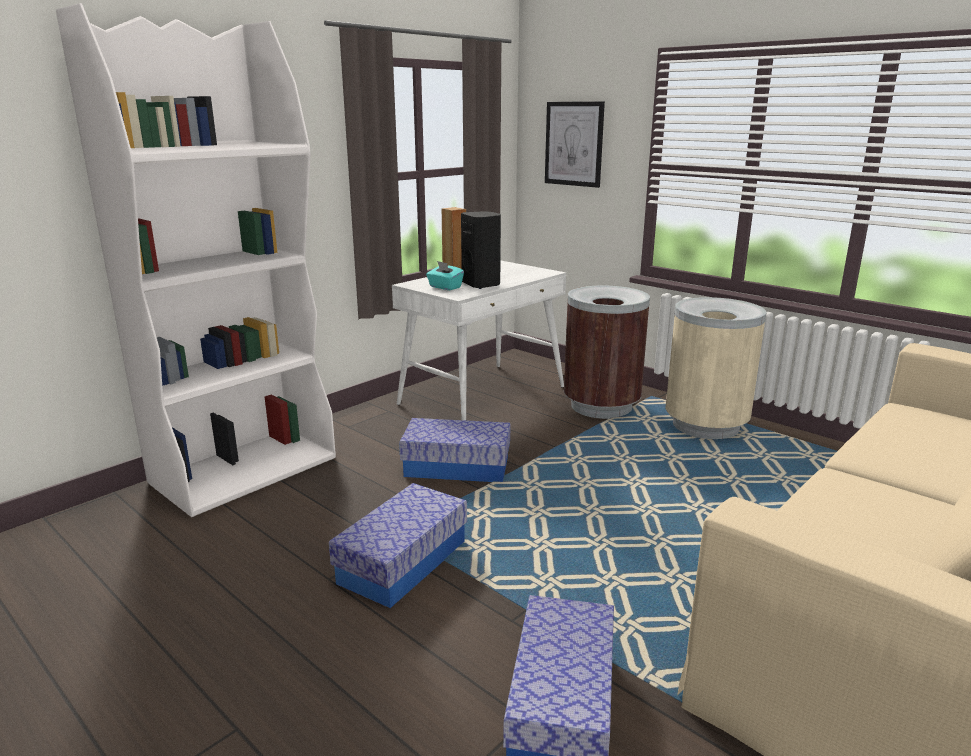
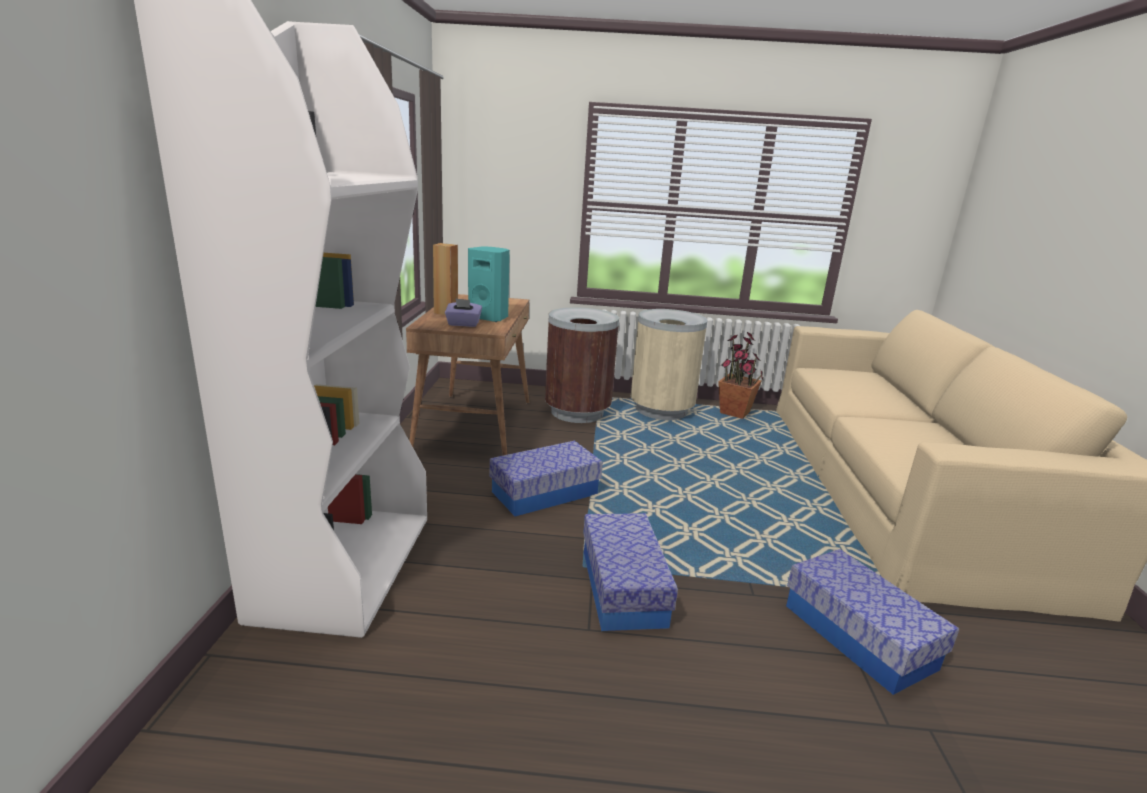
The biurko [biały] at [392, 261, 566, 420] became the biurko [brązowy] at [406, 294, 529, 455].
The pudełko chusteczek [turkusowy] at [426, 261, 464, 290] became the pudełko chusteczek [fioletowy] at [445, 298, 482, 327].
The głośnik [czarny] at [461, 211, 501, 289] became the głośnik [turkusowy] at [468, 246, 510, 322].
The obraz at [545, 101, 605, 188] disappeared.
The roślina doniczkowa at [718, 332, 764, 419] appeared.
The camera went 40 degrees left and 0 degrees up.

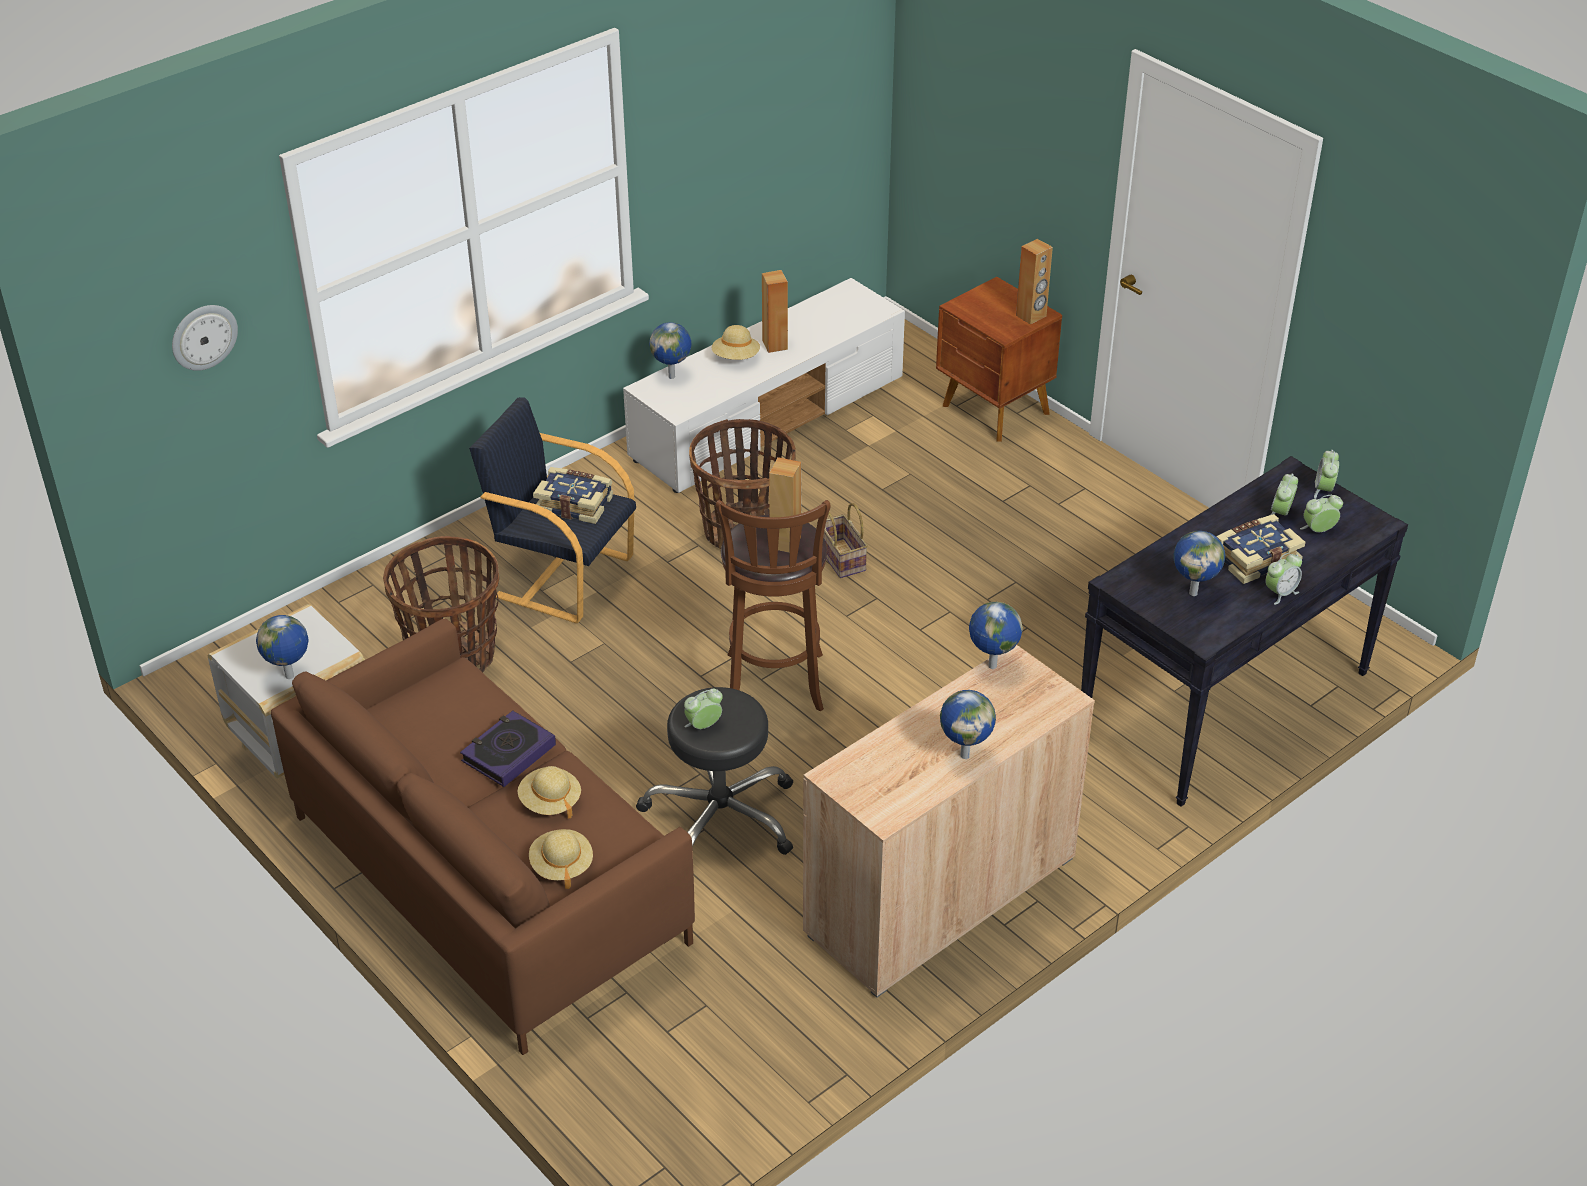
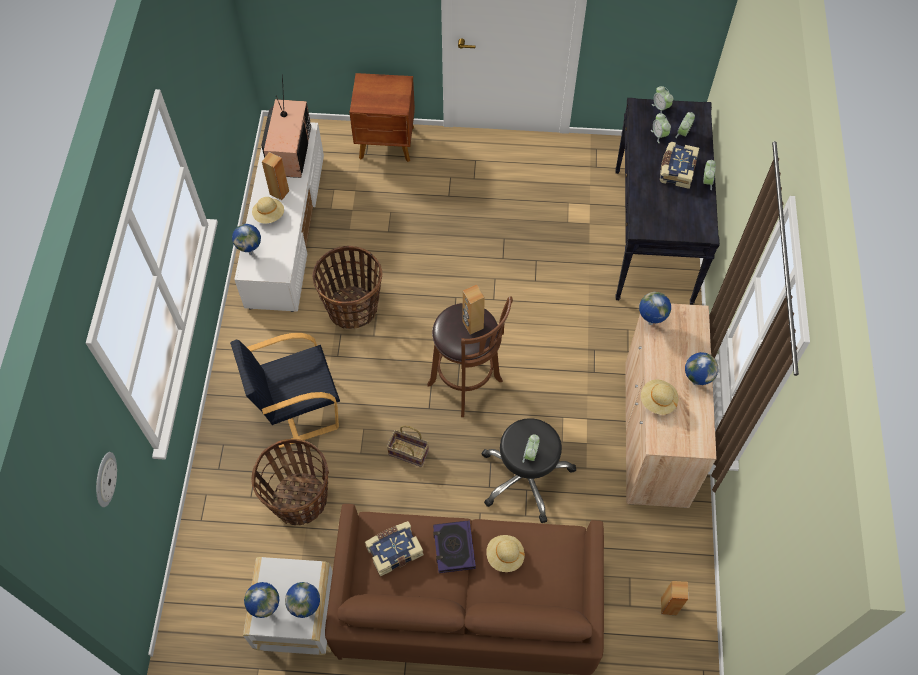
The kapelusz [beżowy] moved from [529, 829, 593, 889] to [641, 380, 679, 415].
The książka moved from [533, 467, 613, 524] to [365, 521, 424, 577].
The koszyk moved from [817, 503, 868, 578] to [387, 425, 429, 467].
The głośnik [brązowy] moved from [1016, 239, 1053, 324] to [661, 581, 688, 616].
The globus moved from [1173, 531, 1225, 596] to [244, 582, 279, 618].
The telewizor at [261, 74, 311, 178] appeared.
The camera went 45 degrees left and 20 degrees up.

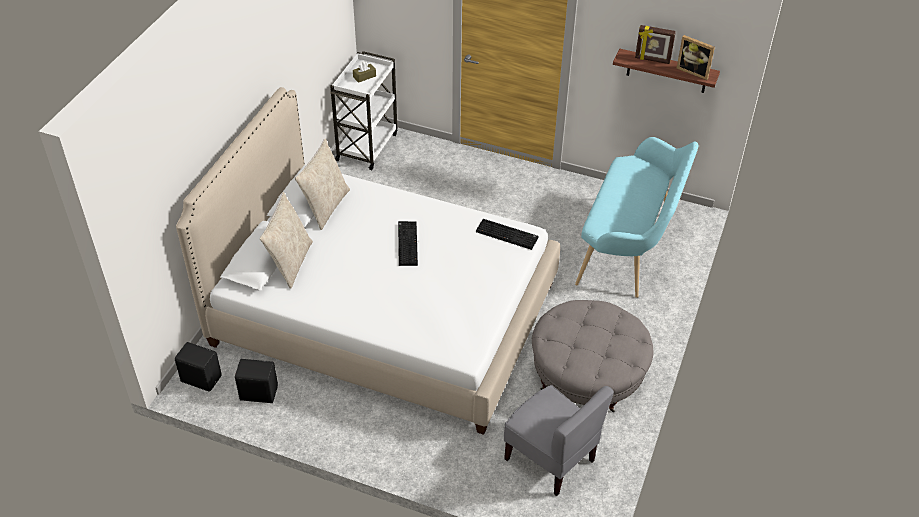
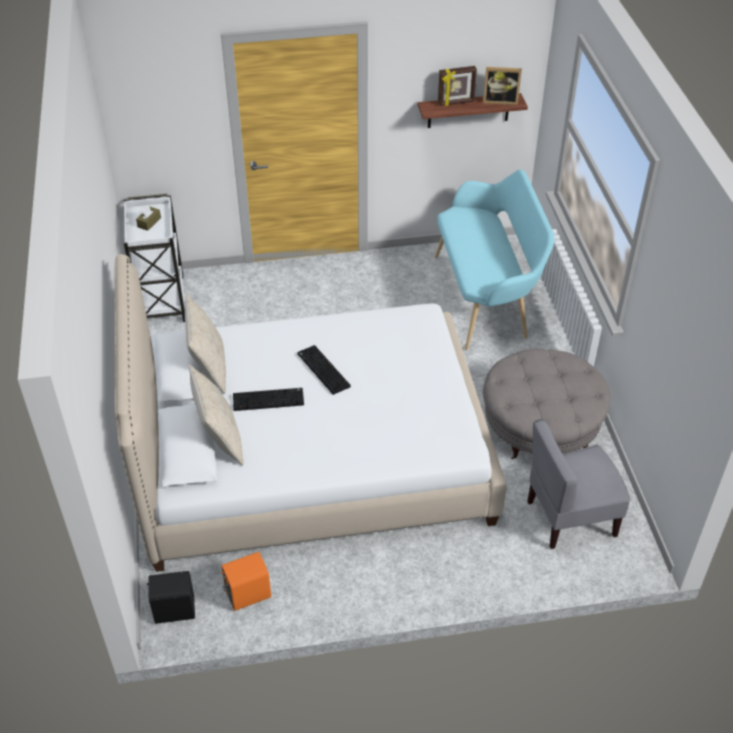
The głośnik [czarny] at [235, 359, 278, 403] became the głośnik [pomarańczowy] at [221, 552, 271, 611].
The klawiatura moved from [476, 219, 539, 250] to [233, 388, 304, 411].
The krzesło [szary] at [504, 385, 614, 496] turned 150 degrees clockwise.
The camera went 30 degrees left and 0 degrees up.

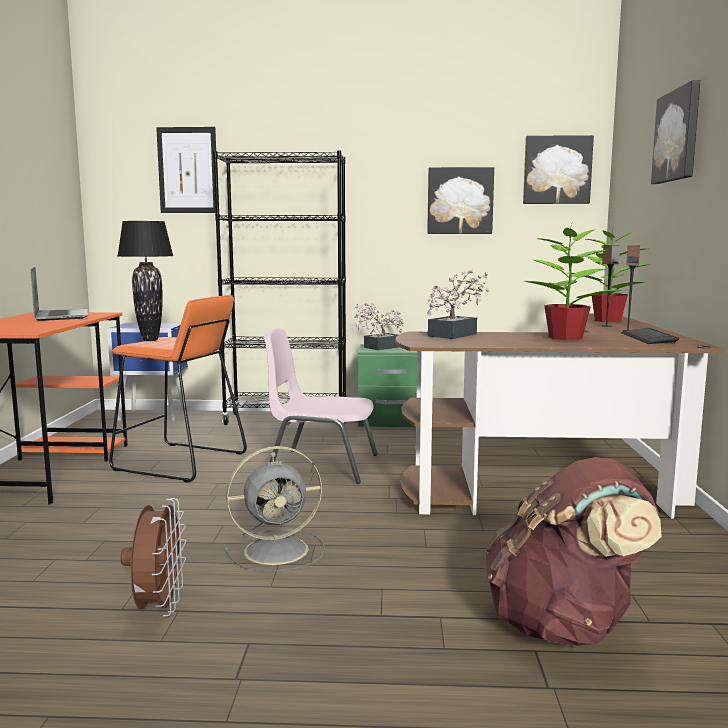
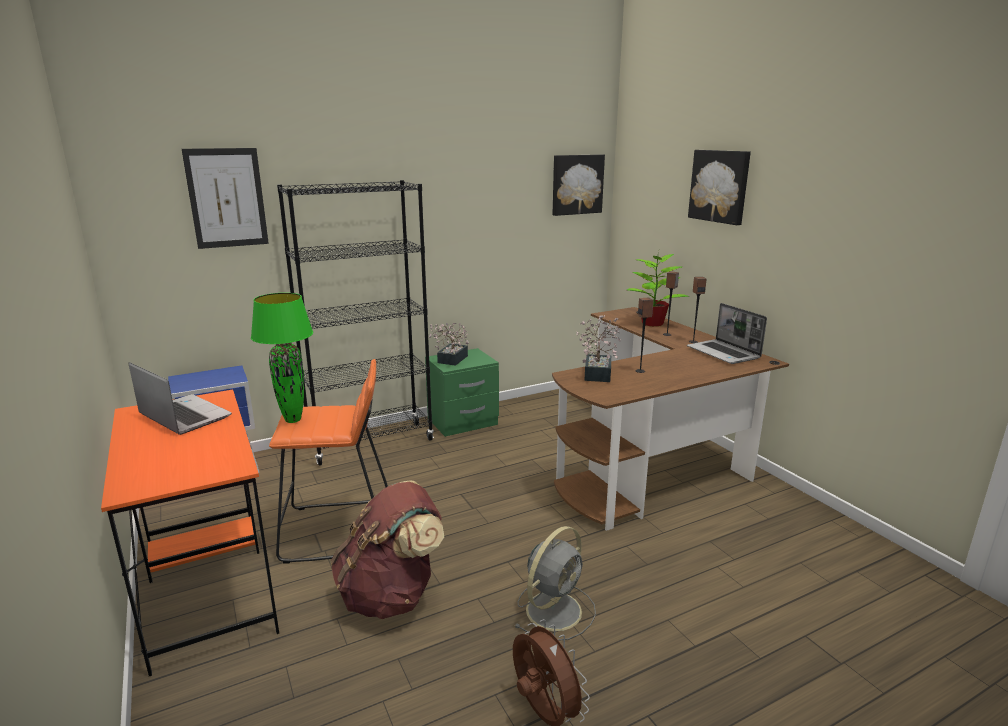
The lampa stołowa [czarny] at [118, 221, 173, 341] became the lampa stołowa [zielony] at [251, 293, 313, 423].
The krzesło [różowy] at [264, 328, 378, 484] disappeared.
The obraz at [427, 167, 494, 234] disappeared.
The plecak [brązowy] moved from [485, 457, 662, 646] to [331, 481, 444, 619].
The roślina doniczkowa at [524, 224, 622, 340] disappeared.
The klawiatura at [621, 328, 679, 344] was replaced by the laptop at [687, 303, 767, 364].
The głośnik at [635, 298, 653, 373] appeared.
The camera went 30 degrees left and 10 degrees up.

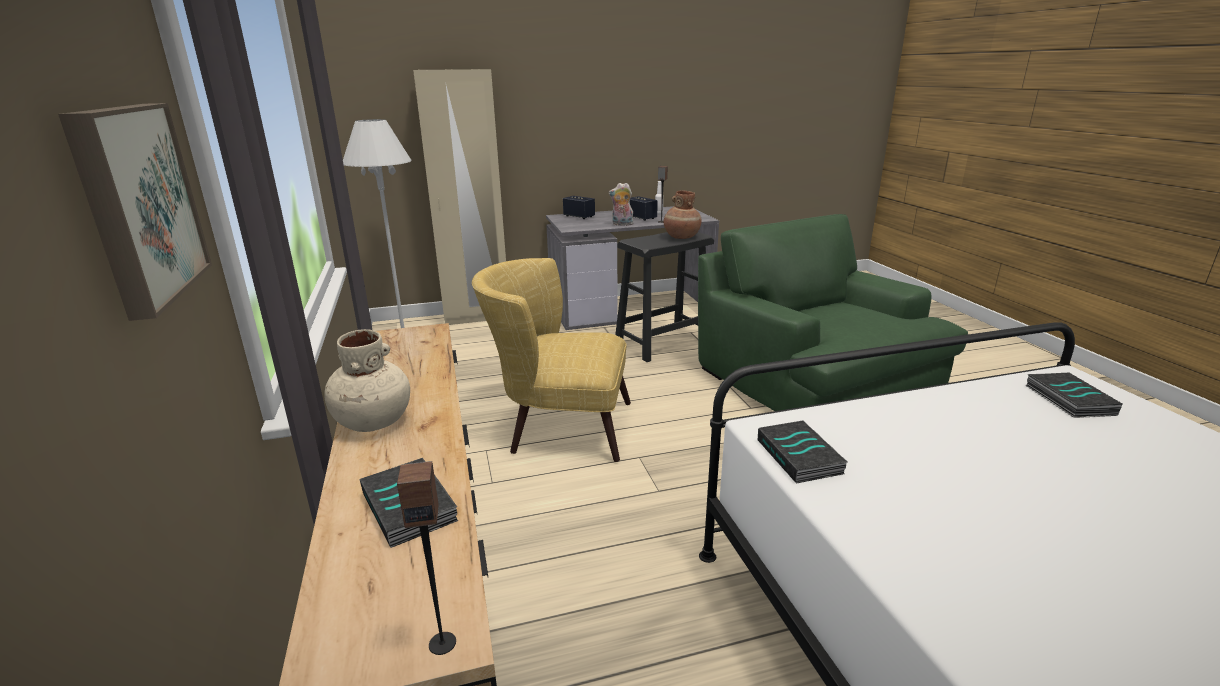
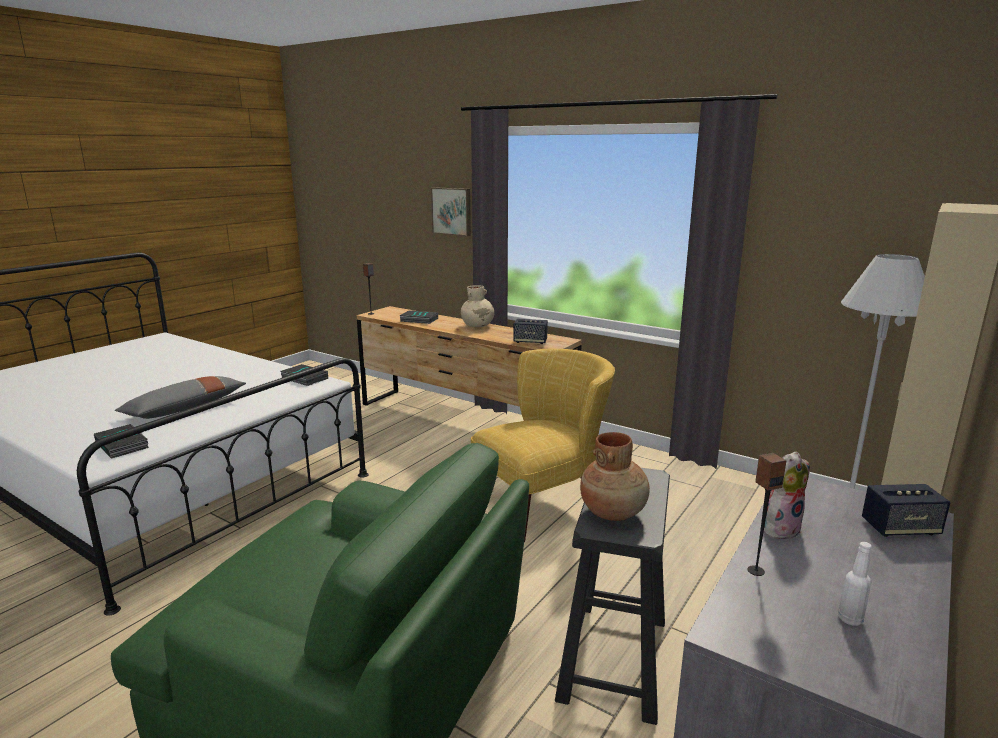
The głośnik moved from [630, 196, 658, 221] to [513, 319, 548, 344].
The poduszka [szary] at [115, 376, 246, 419] appeared.
The camera went 140 degrees right and 5 degrees down.

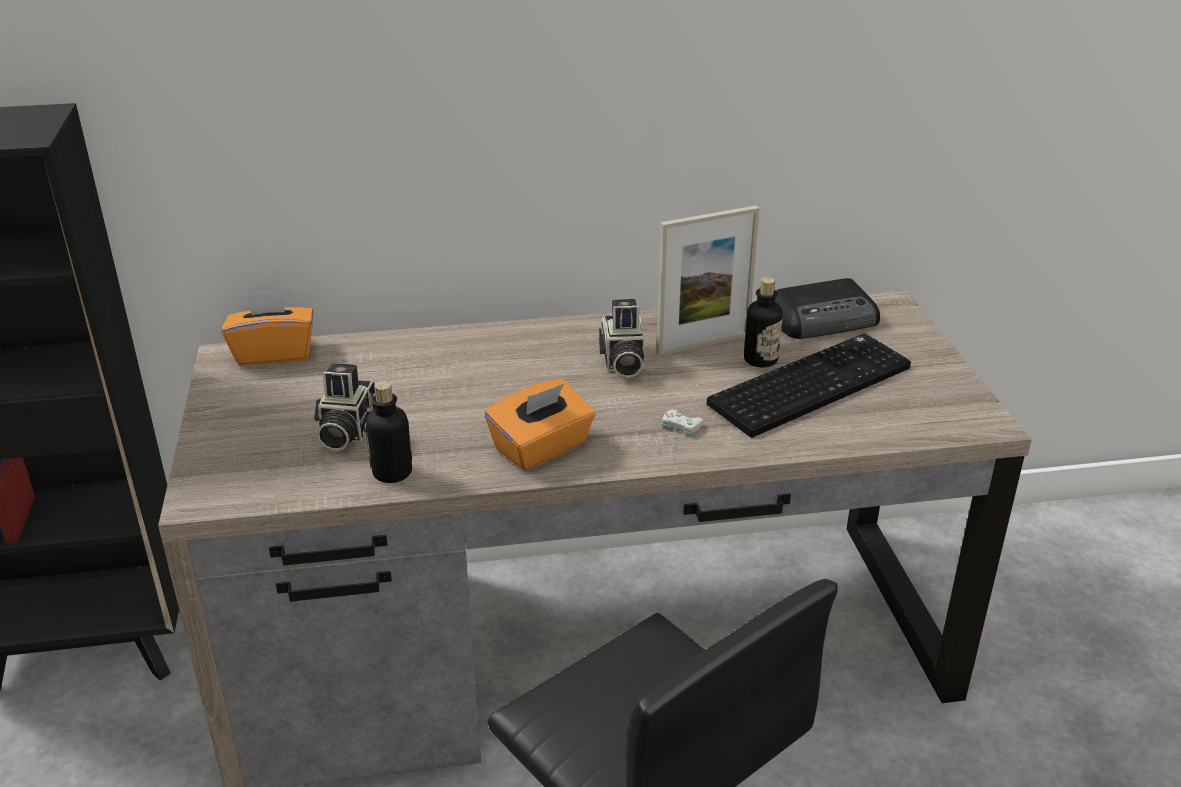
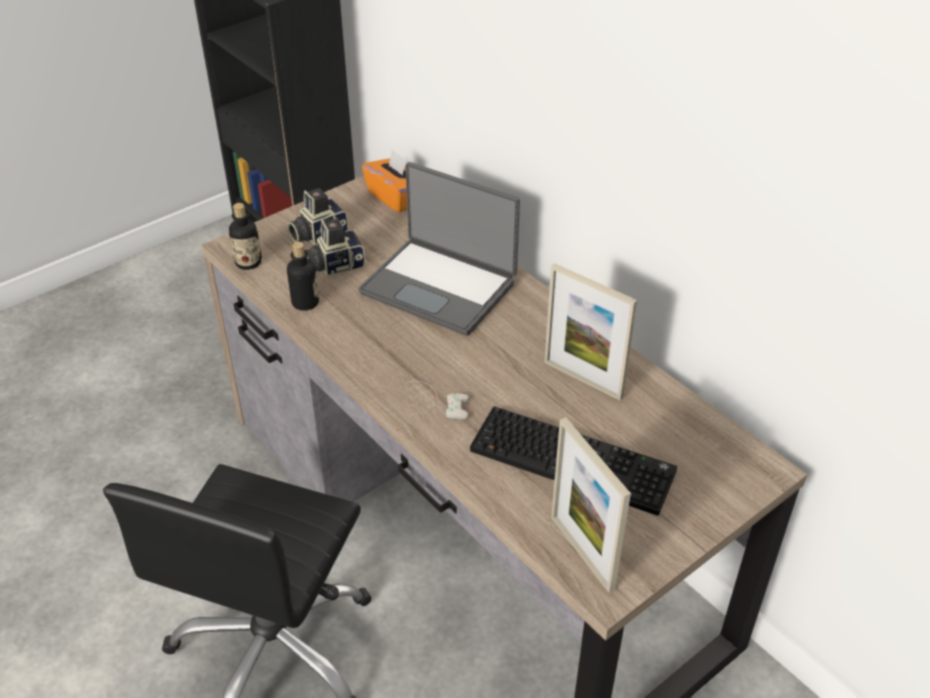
The pudełko chusteczek [pomarańczowy] at [485, 379, 596, 471] disappeared.
The aparat fotograficzny moved from [599, 299, 645, 378] to [288, 188, 348, 245].
The butelka moved from [744, 277, 783, 368] to [229, 203, 262, 270].
The radio at [775, 278, 880, 339] disappeared.
The laptop at [358, 162, 520, 336] appeared.
The ramka na zdjęcie at [551, 417, 631, 593] appeared.
The camera went 60 degrees right and 10 degrees up.

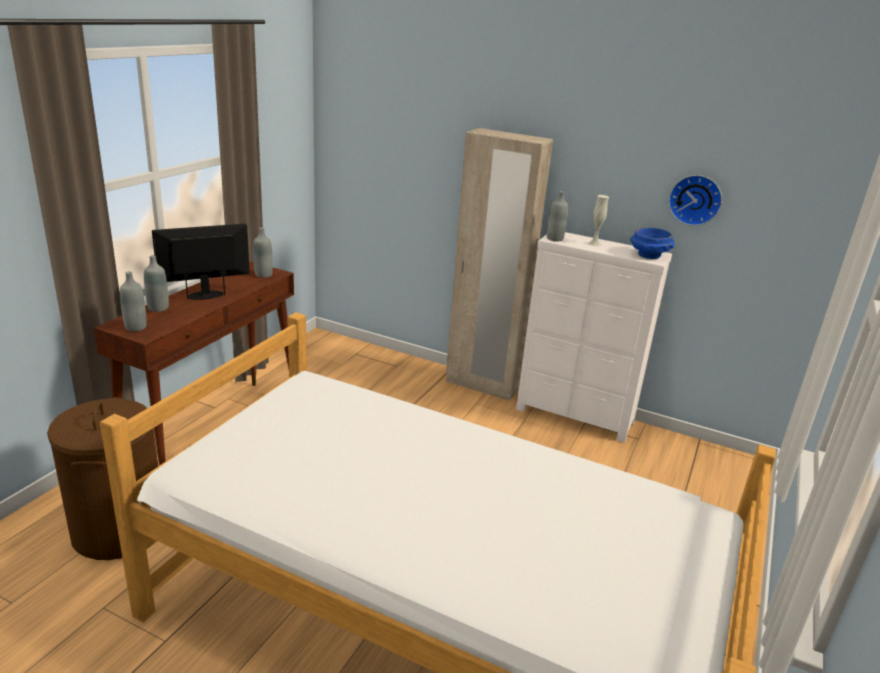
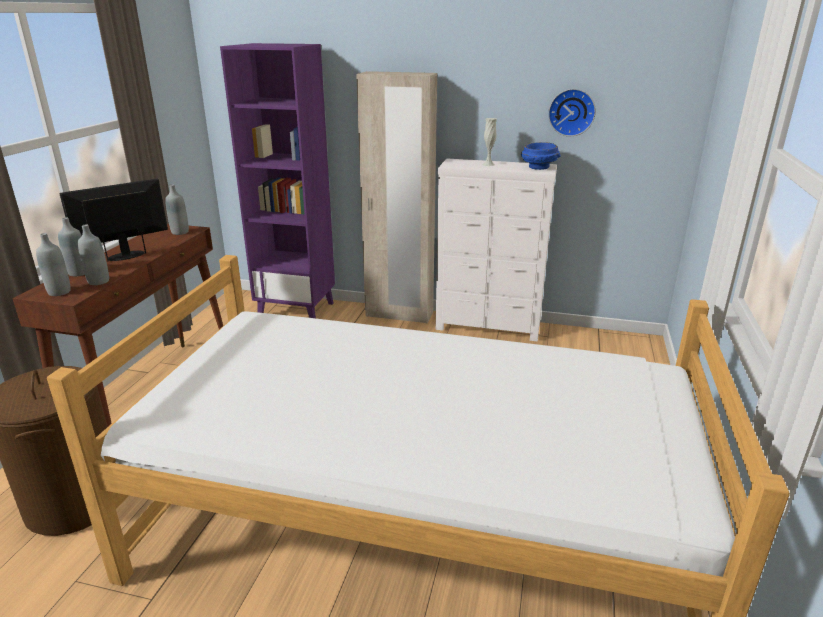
The butelka [szary] moved from [547, 191, 568, 242] to [78, 224, 109, 285].
The regał [fioletowy] at [220, 43, 335, 318] appeared.
The camera went 10 degrees left and 0 degrees up.

